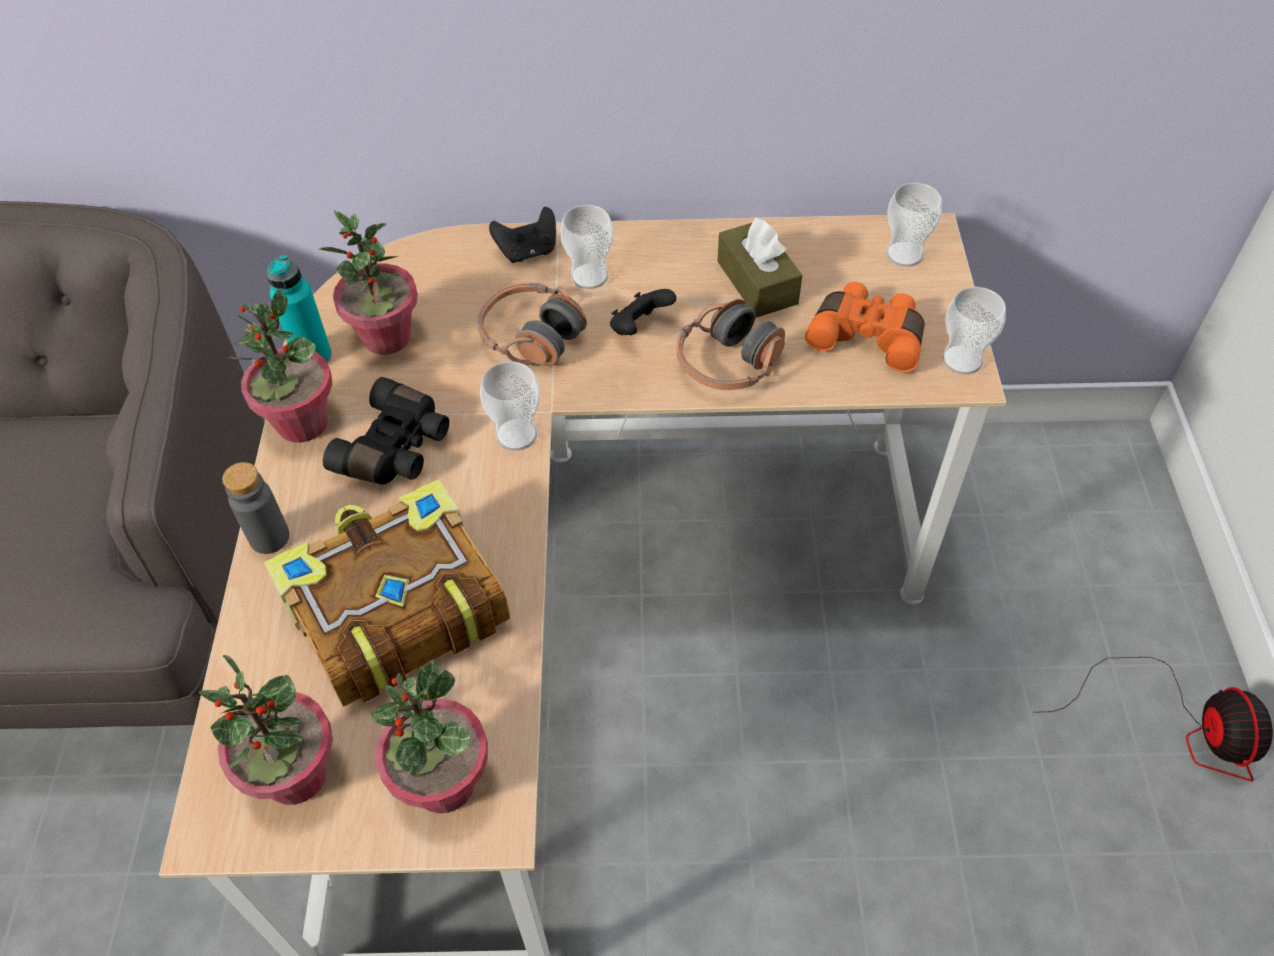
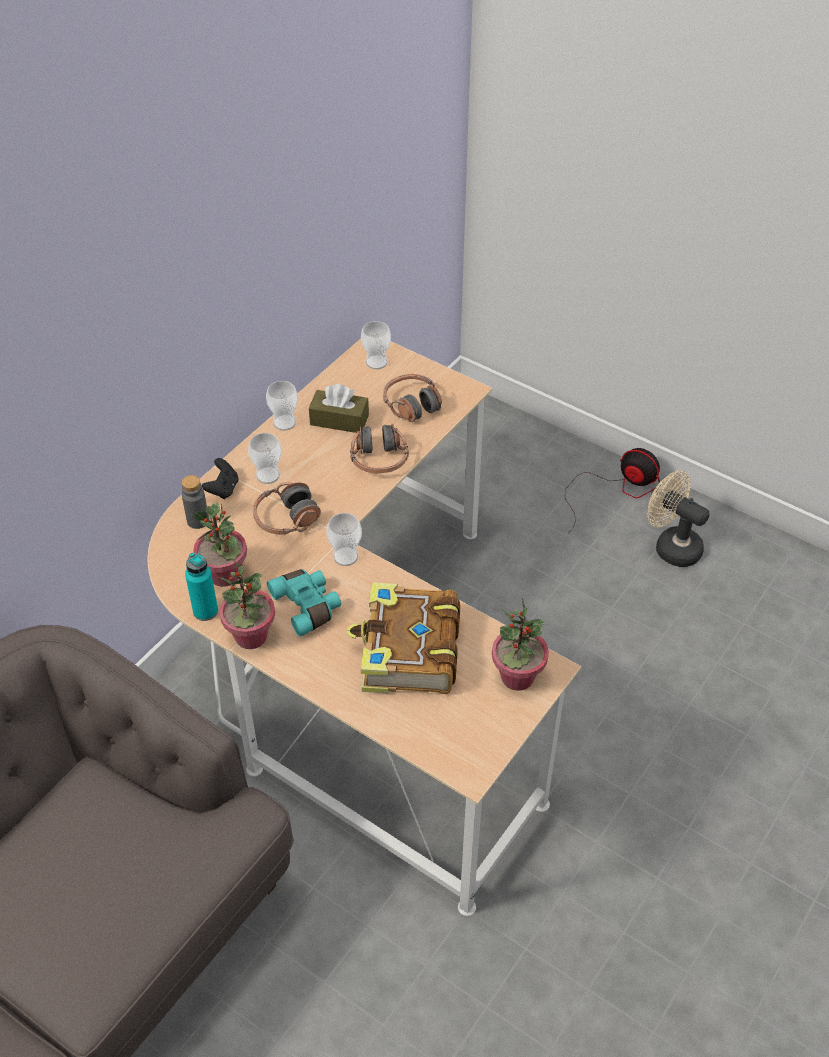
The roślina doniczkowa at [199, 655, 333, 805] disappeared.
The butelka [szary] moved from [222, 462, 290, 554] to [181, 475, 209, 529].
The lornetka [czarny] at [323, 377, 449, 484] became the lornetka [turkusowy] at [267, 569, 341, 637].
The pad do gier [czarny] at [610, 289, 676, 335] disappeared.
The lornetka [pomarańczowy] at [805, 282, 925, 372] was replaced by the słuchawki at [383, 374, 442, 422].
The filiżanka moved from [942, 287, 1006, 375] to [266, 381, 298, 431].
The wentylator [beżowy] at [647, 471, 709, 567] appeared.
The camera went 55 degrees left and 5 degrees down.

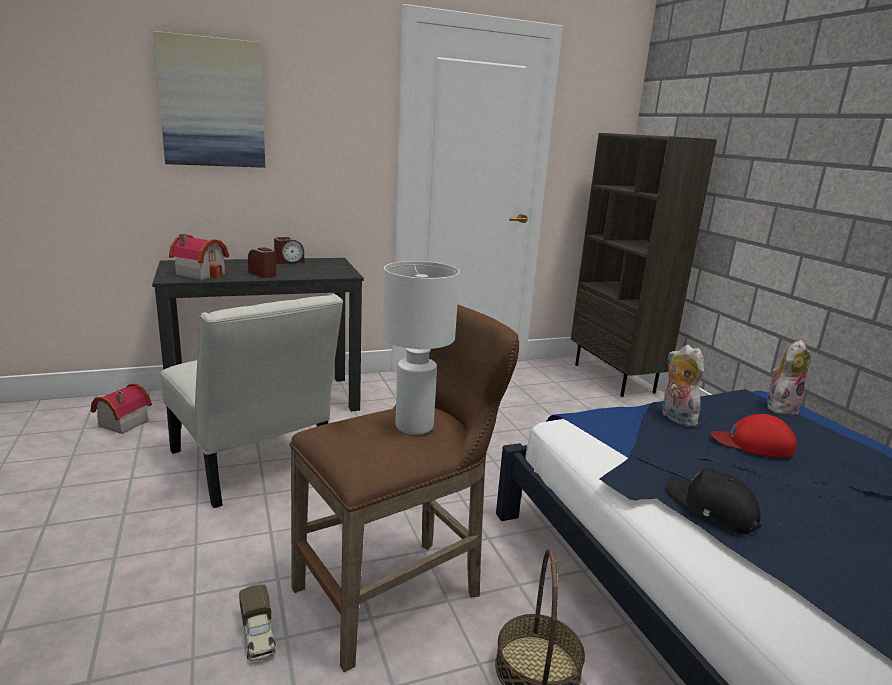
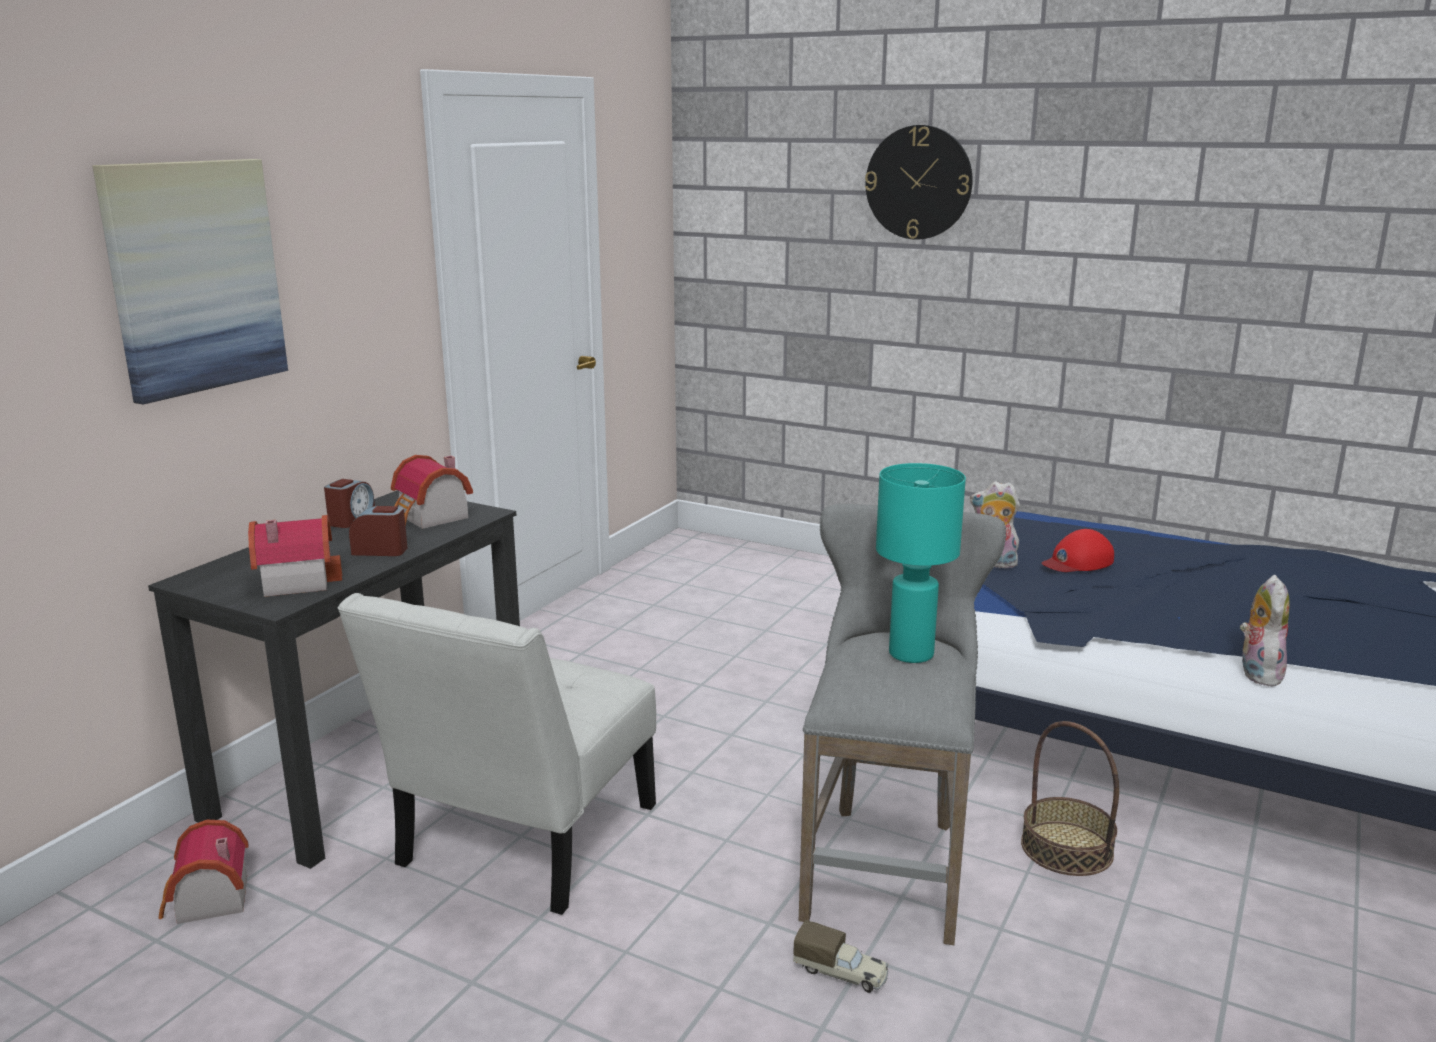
The krzesło [biały] at [160, 294, 343, 508] turned 105 degrees clockwise.
The stołek [brązowy] at [289, 304, 519, 672] became the stołek [szary] at [799, 504, 1006, 945].
The lampa stołowa [biały] at [382, 261, 460, 435] became the lampa stołowa [turkusowy] at [876, 463, 966, 663].
The regał [brązowy] at [571, 133, 717, 397] disappeared.
The czapka z daszkiem [czarny] at [667, 468, 761, 534] disappeared.
The pluszak moved from [767, 340, 810, 415] to [1240, 575, 1289, 686].
The domek at [391, 455, 473, 529] appeared.
The zegar ścienny at [865, 125, 973, 240] appeared.
The camera went 40 degrees left and 0 degrees up.

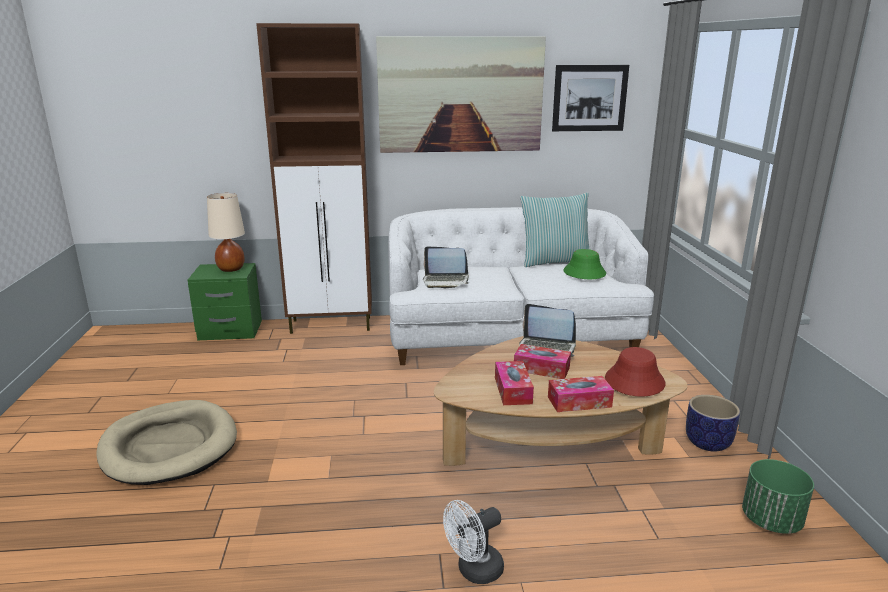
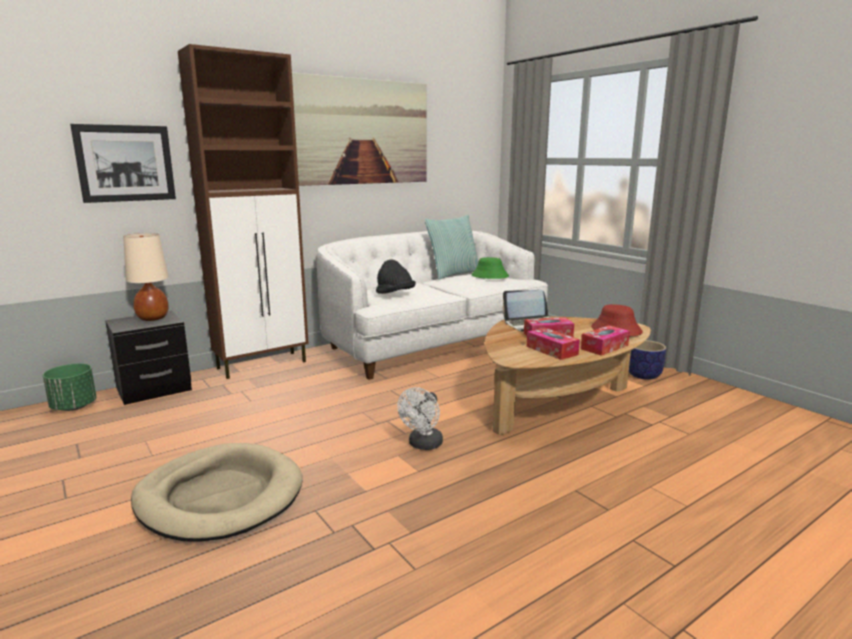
The szafka nocna [zielony] at [187, 263, 262, 340] became the szafka nocna [czarny] at [105, 311, 192, 405].
The laptop at [423, 246, 469, 288] was replaced by the kapelusz [czarny] at [376, 259, 416, 294].
The wentylator [biały] moved from [443, 500, 504, 584] to [397, 387, 443, 450].
The obraz moved from [552, 65, 629, 131] to [70, 124, 176, 203].
The donica [zielony] moved from [742, 459, 814, 534] to [43, 363, 97, 411].
The camera went 30 degrees left and 5 degrees down.

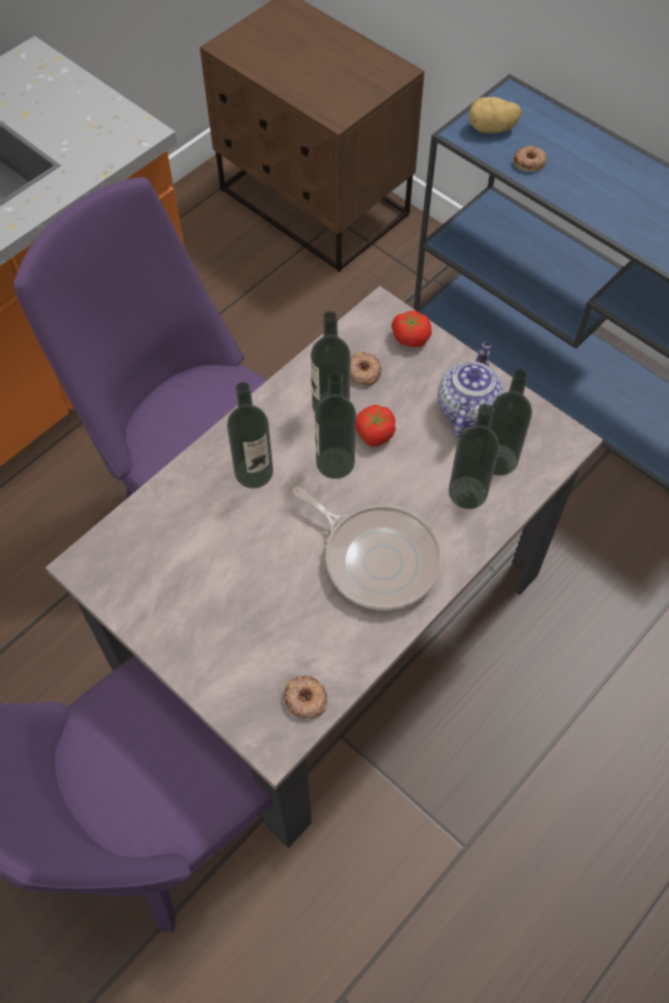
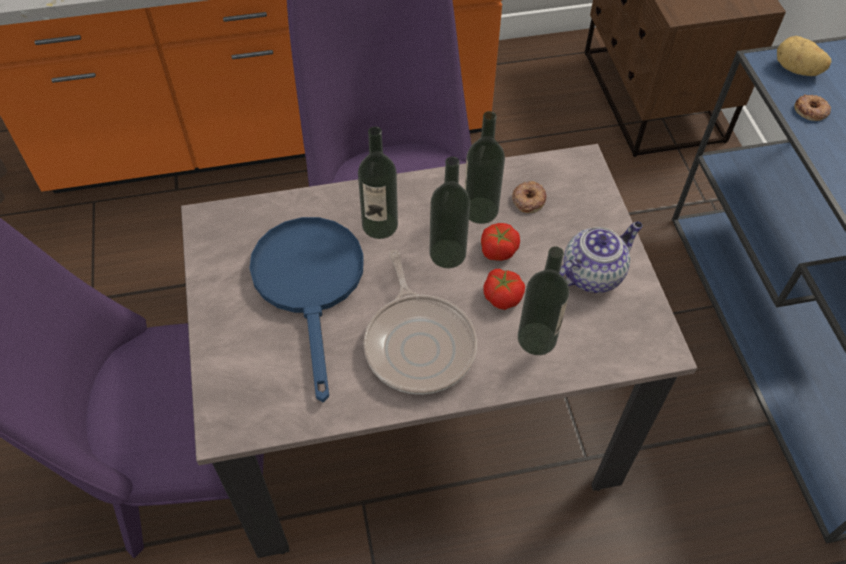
The donut at [285, 676, 327, 719] disappeared.
The pomidor moved from [391, 311, 432, 347] to [484, 269, 525, 310].
The butelka at [490, 368, 532, 476] disappeared.
The patelnia [niebieski] at [249, 217, 364, 402] appeared.
The camera went 35 degrees right and 5 degrees down.

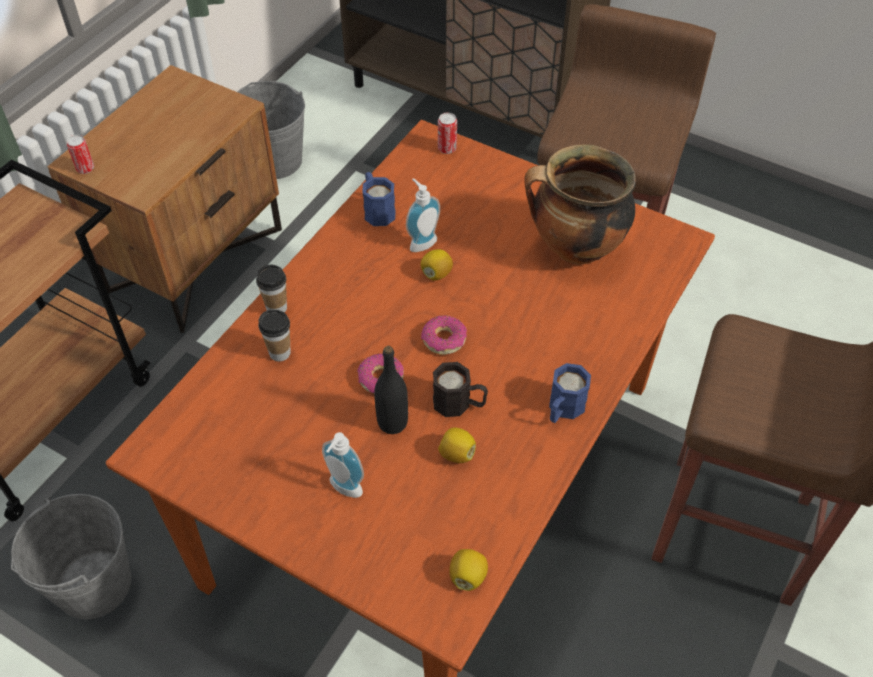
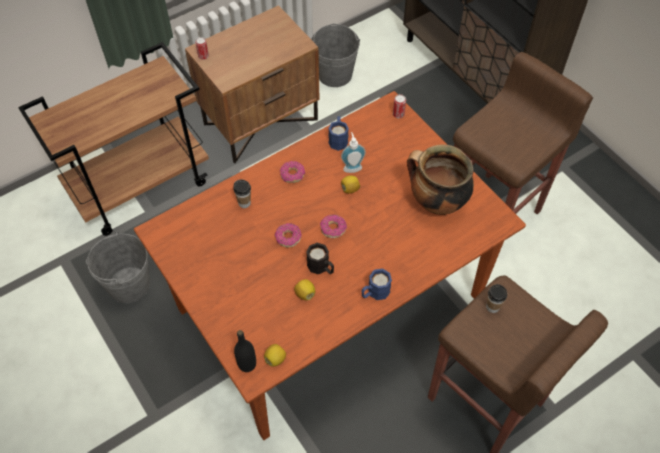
The filiżanka moved from [256, 265, 287, 313] to [486, 284, 507, 313].
The dozownik mydła at [322, 432, 364, 498] disappeared.
The butelka [czarny] moved from [374, 346, 408, 434] to [234, 330, 256, 372].
The donut at [280, 161, 305, 183] appeared.
The camera went 25 degrees right and 5 degrees up.

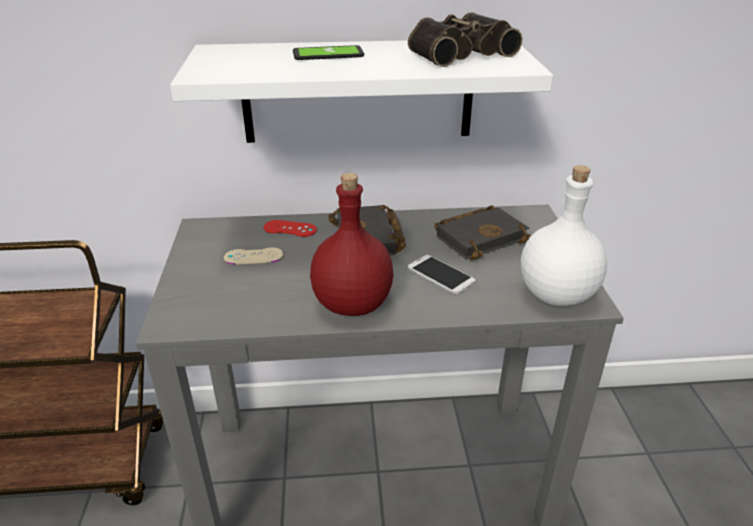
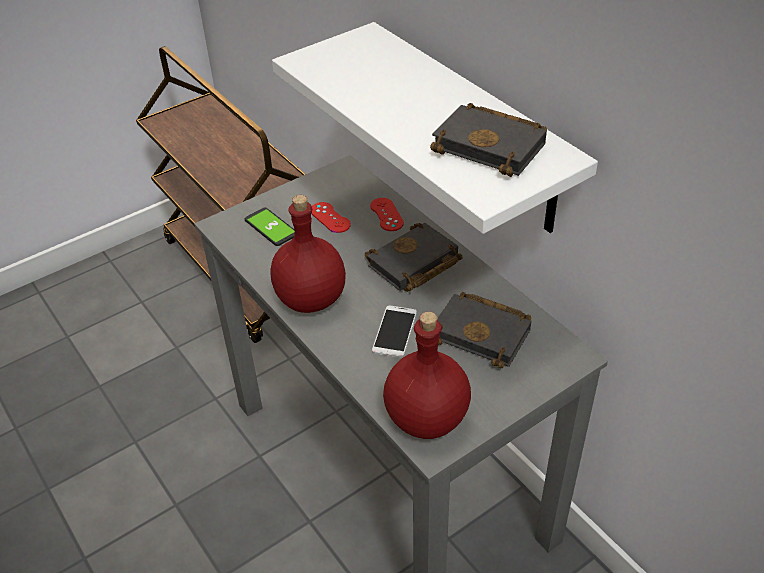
The pad do gier [beżowy] at [224, 247, 283, 265] became the pad do gier [czerwony] at [311, 202, 351, 233].
The telefon moved from [293, 45, 364, 60] to [244, 208, 295, 246].
The lornetka at [408, 12, 523, 67] was replaced by the książka [czarny] at [430, 103, 547, 177].
The butelka [biały] at [521, 165, 607, 306] became the butelka [czerwony] at [383, 312, 471, 439].
The camera went 60 degrees right and 10 degrees up.

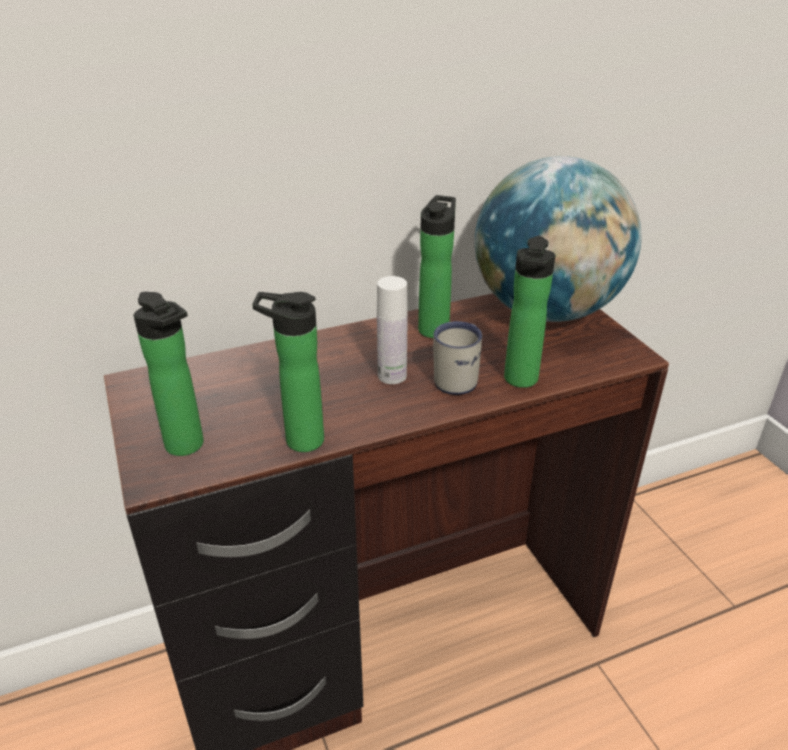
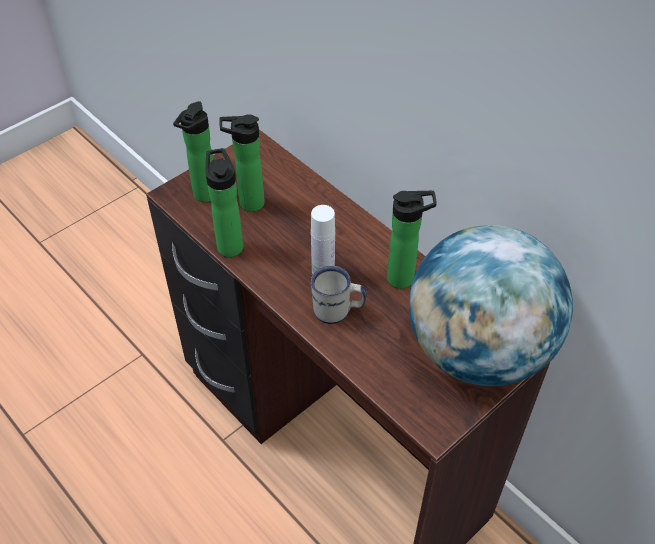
The butelka moved from [504, 236, 556, 388] to [219, 114, 265, 212].
The camera went 70 degrees right and 15 degrees up.

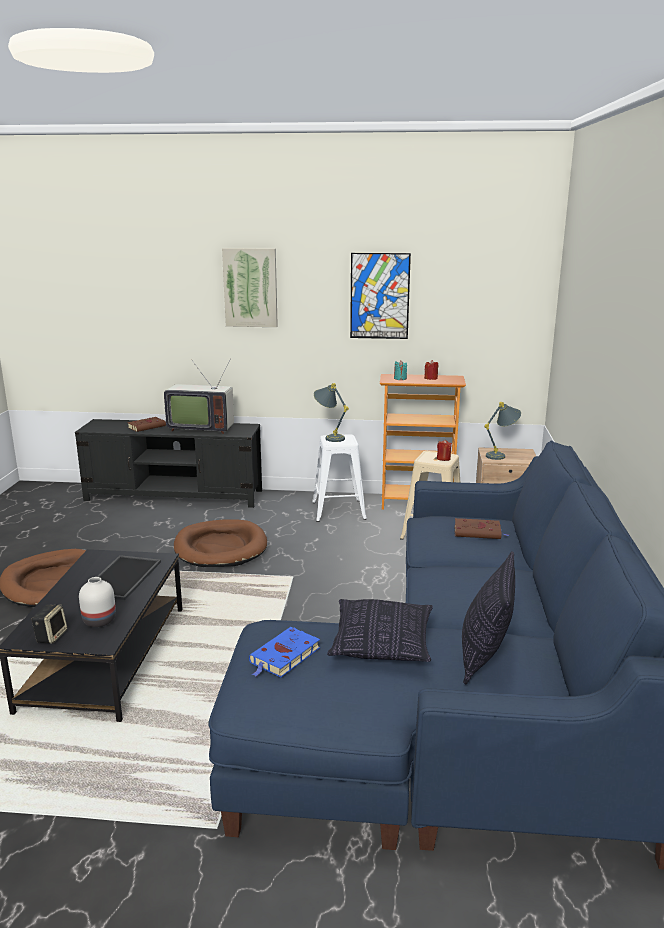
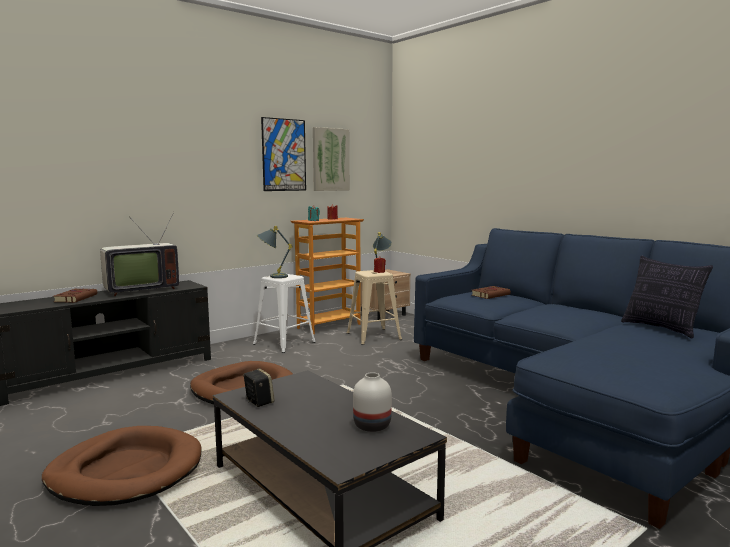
The głośnik moved from [31, 604, 67, 644] to [243, 368, 275, 407].
The taca at [97, 555, 161, 600] disappeared.
The obraz moved from [222, 248, 278, 327] to [313, 127, 350, 191].
The książka [niebieski] at [249, 627, 320, 677] disappeared.
The poduszka at [327, 599, 433, 662] disappeared.
The camera went 45 degrees left and 10 degrees down.

